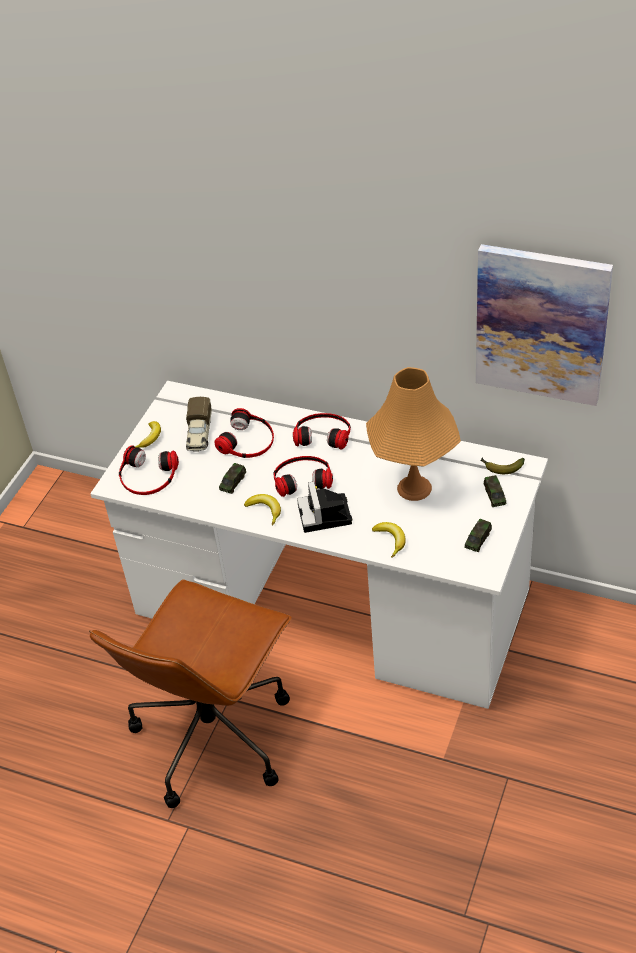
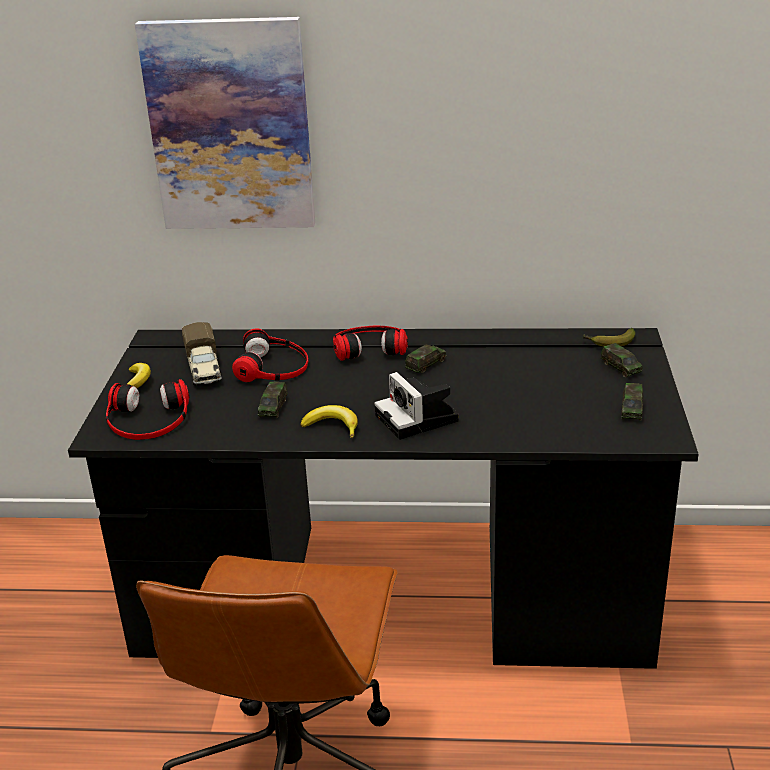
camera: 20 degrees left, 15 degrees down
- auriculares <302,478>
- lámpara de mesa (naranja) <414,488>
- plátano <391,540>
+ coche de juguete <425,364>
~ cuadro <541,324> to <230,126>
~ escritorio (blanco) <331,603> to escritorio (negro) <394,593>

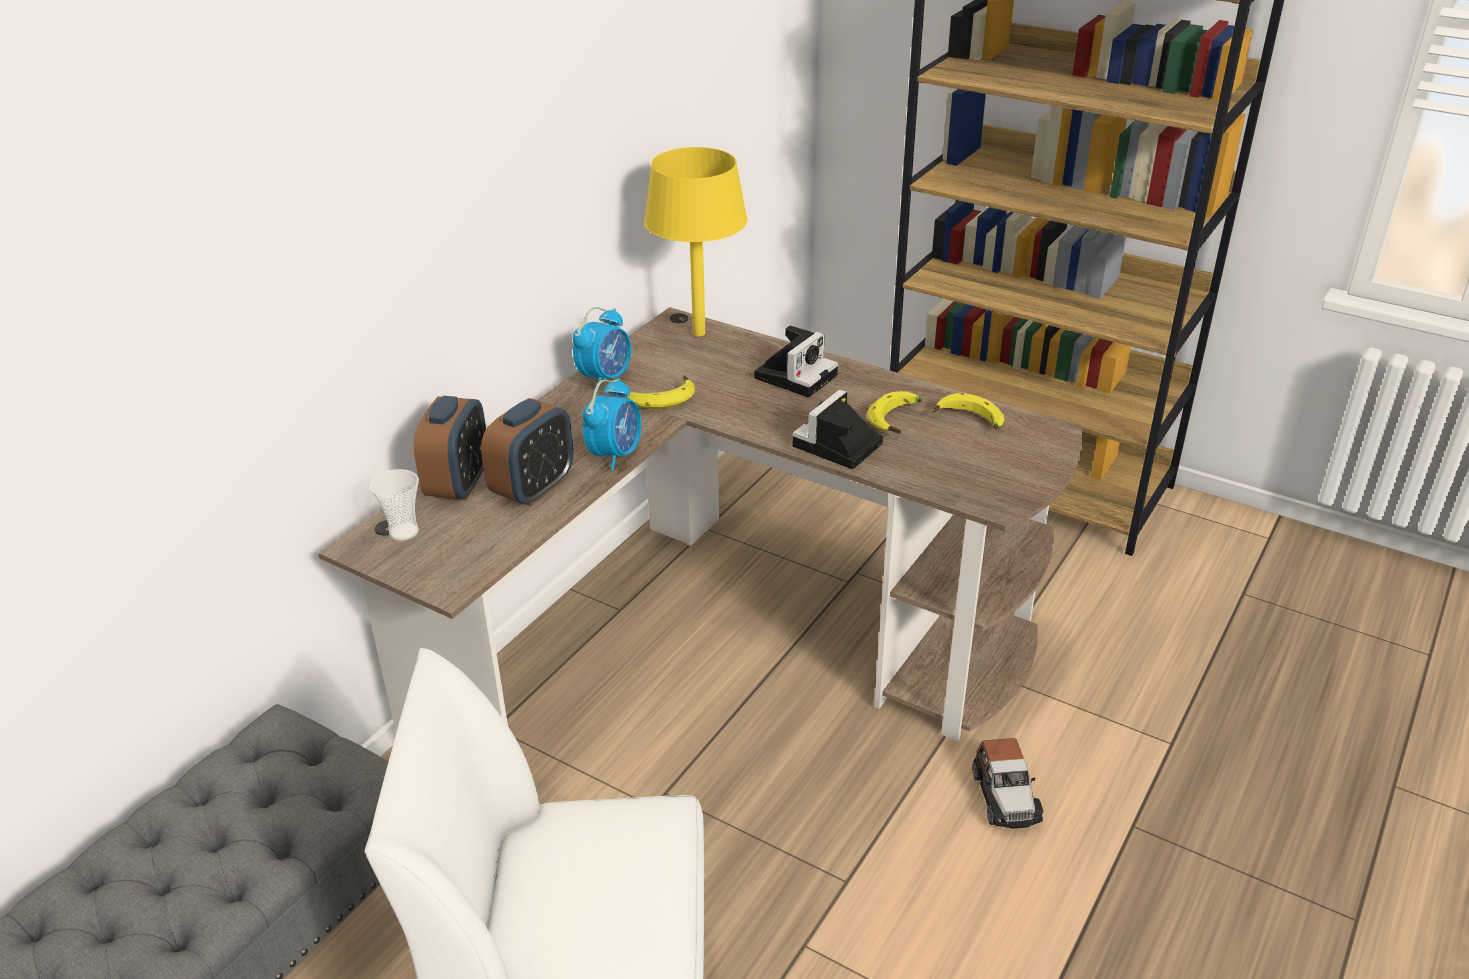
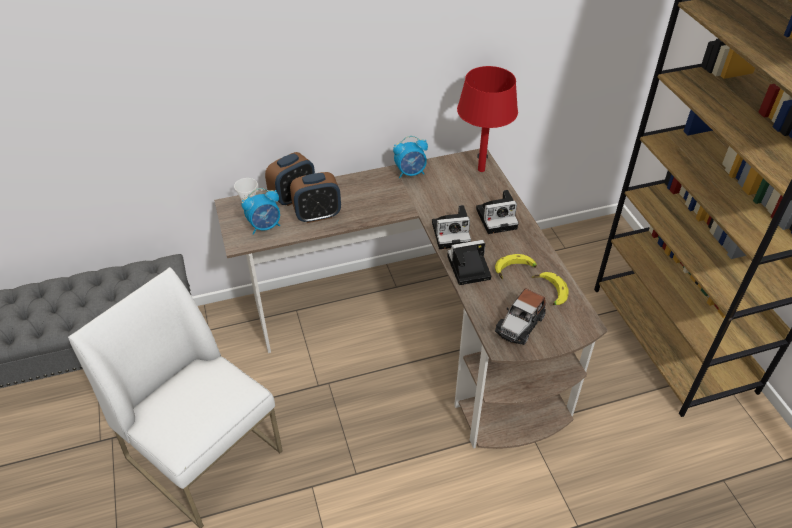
camera: 40 degrees right, 10 degrees up
- plátano <661,398>
+ cámara <452,233>
~ despertador <615,454> to <265,226>
~ coche de juguete <1005,796> to <520,324>
~ lámpara de mesa (amarillo) <699,333> to lámpara de mesa (rojo) <481,169>

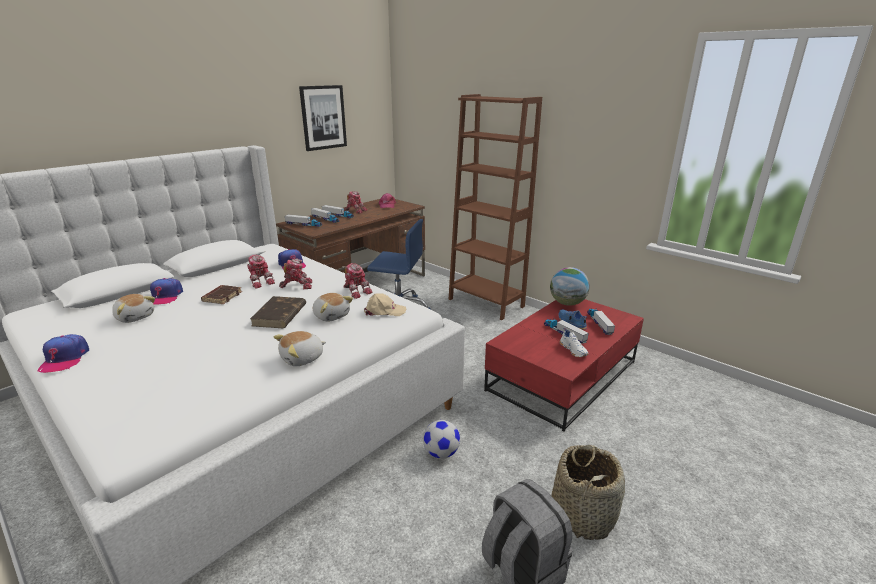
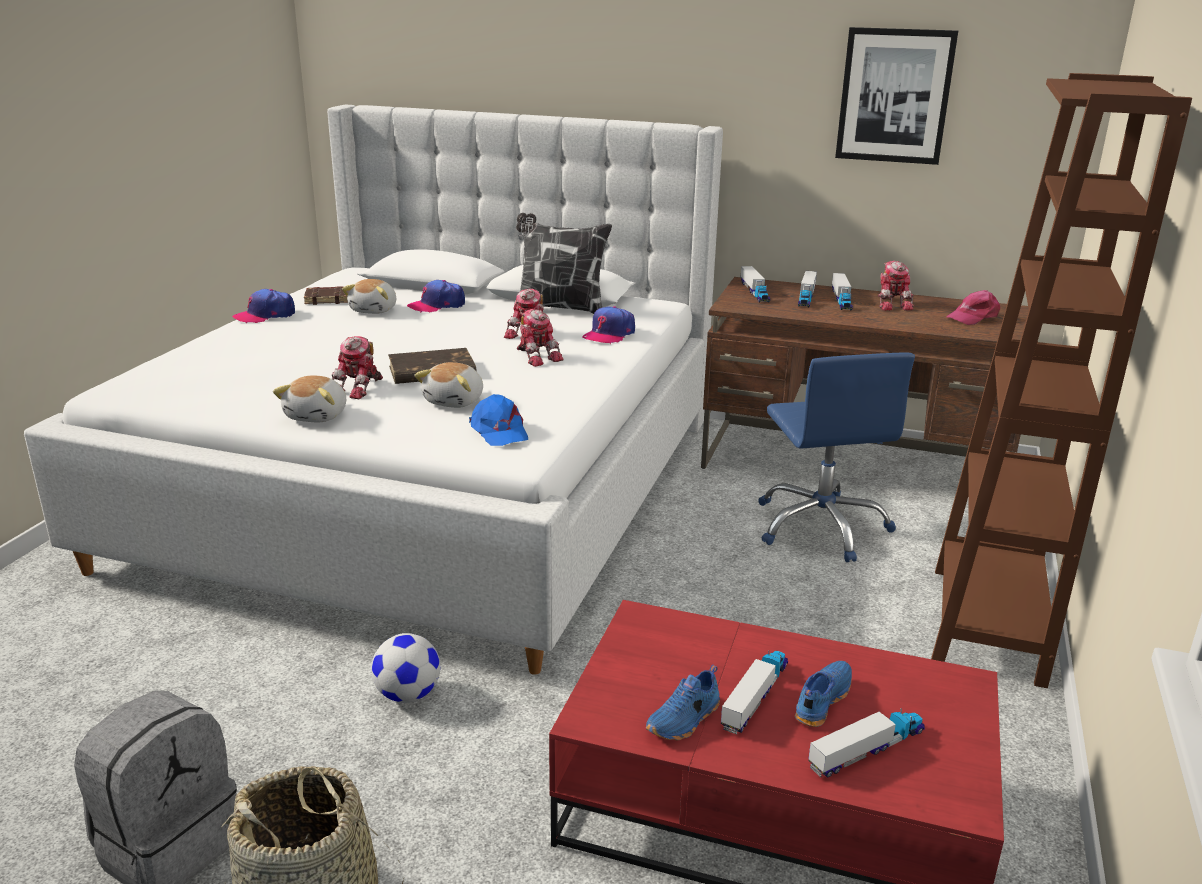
camera: 65 degrees right, 0 degrees up
- globo terráqueo <567,303>
+ cojín <560,309>
~ libro (marrón) <222,297> to <328,299>
~ robot de juguete <356,291> to <359,388>
~ gorra (beis) <384,311> to gorra (azul) <499,431>
~ zapato (blanco) <574,350> to zapato (azul) <685,721>
~ peluche <303,358> = <318,415> 105 degrees counterclockwise

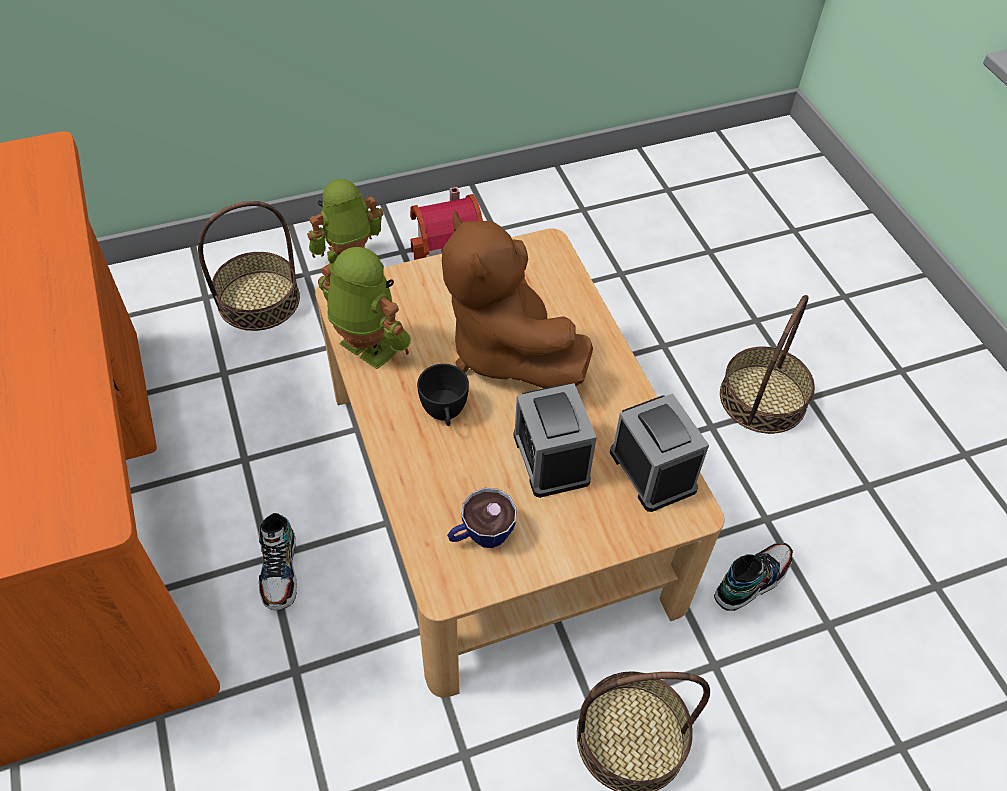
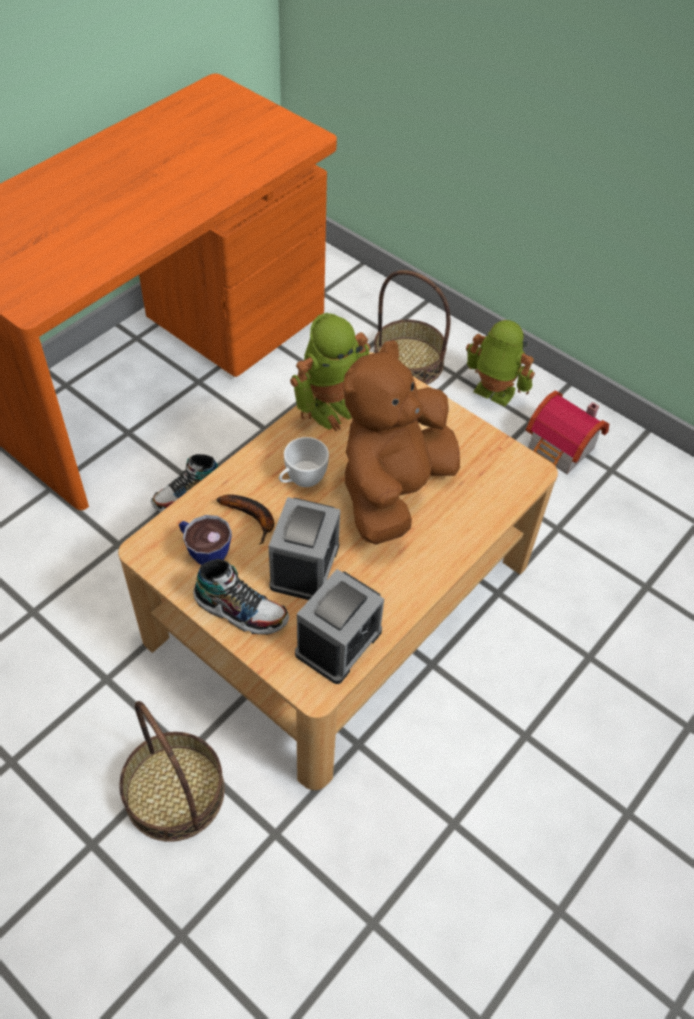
camera: 60 degrees right, 0 degrees up
- cesta <763,399>
+ plátano <252,518>
~ zapato <751,580> to <241,610>
~ taza (negro) <444,414> to taza (blanco) <301,480>
~ robot de juguete <366,348> = <331,406> 45 degrees clockwise
~ despertador <551,458> = <304,566> 150 degrees clockwise

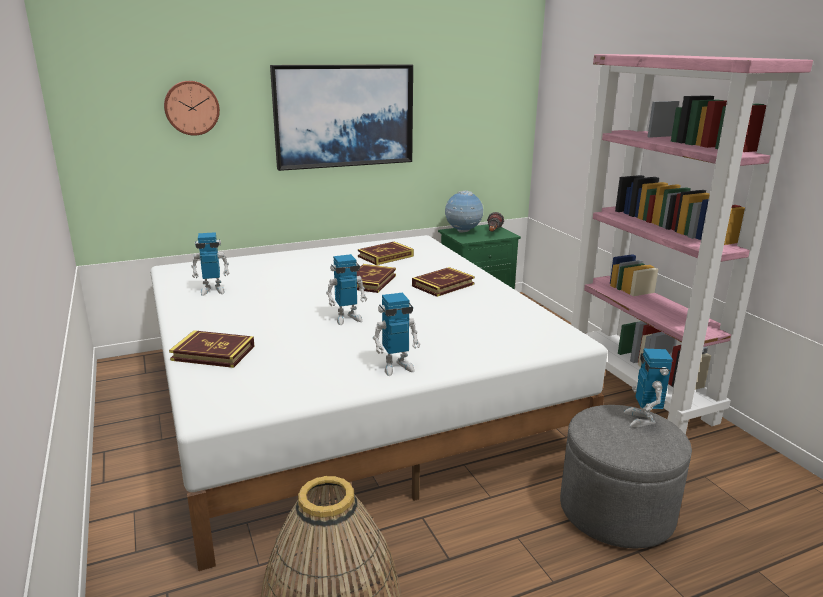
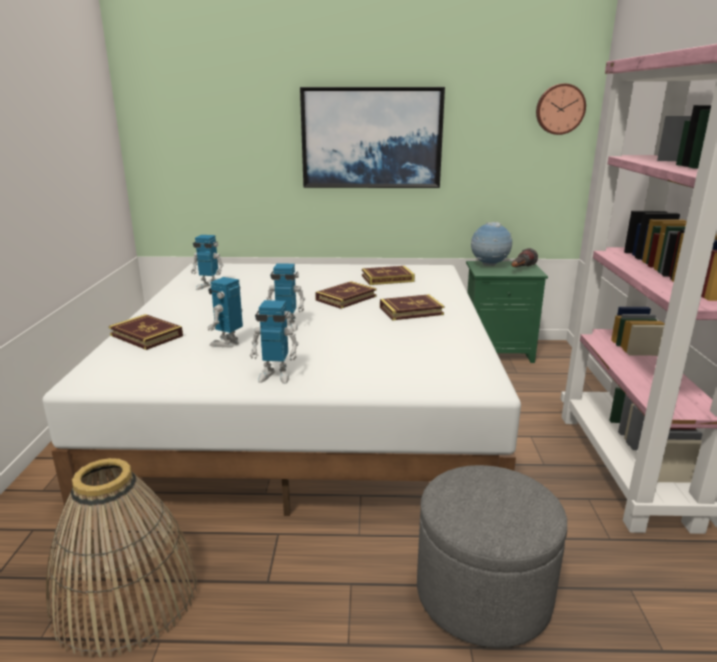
camera: 25 degrees right, 0 degrees up
~ reloj de pared <191,108> to <560,109>
~ robot de juguete <642,419> to <228,343>

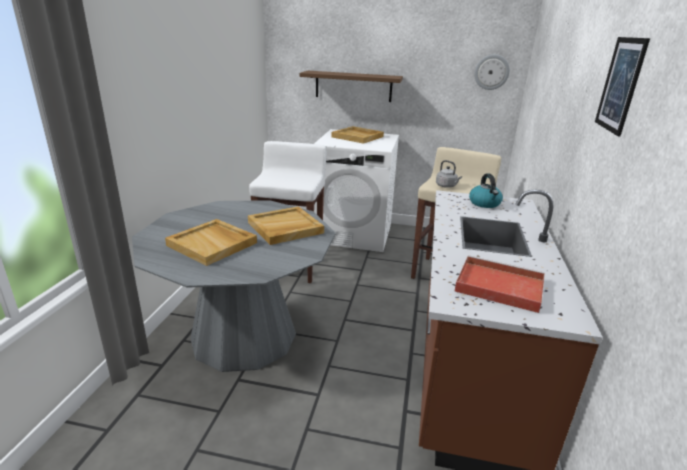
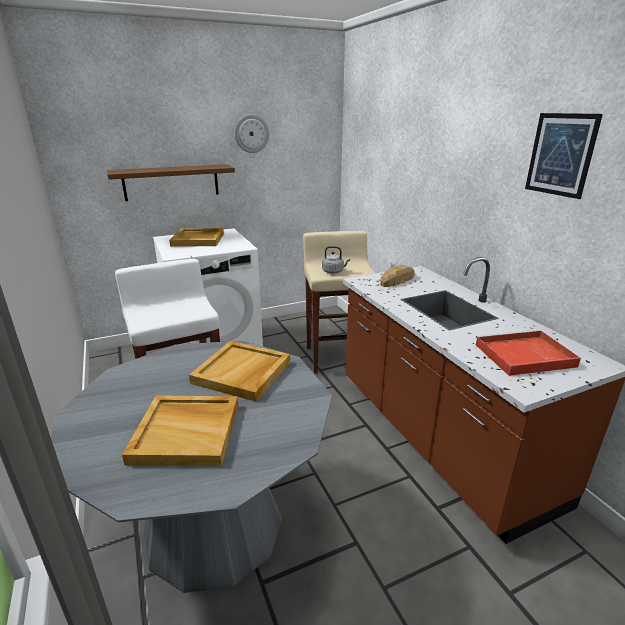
camera: 35 degrees left, 0 degrees up
~ reloj de pared <491,72> to <251,133>
~ hervidor <485,203> to pan <397,280>

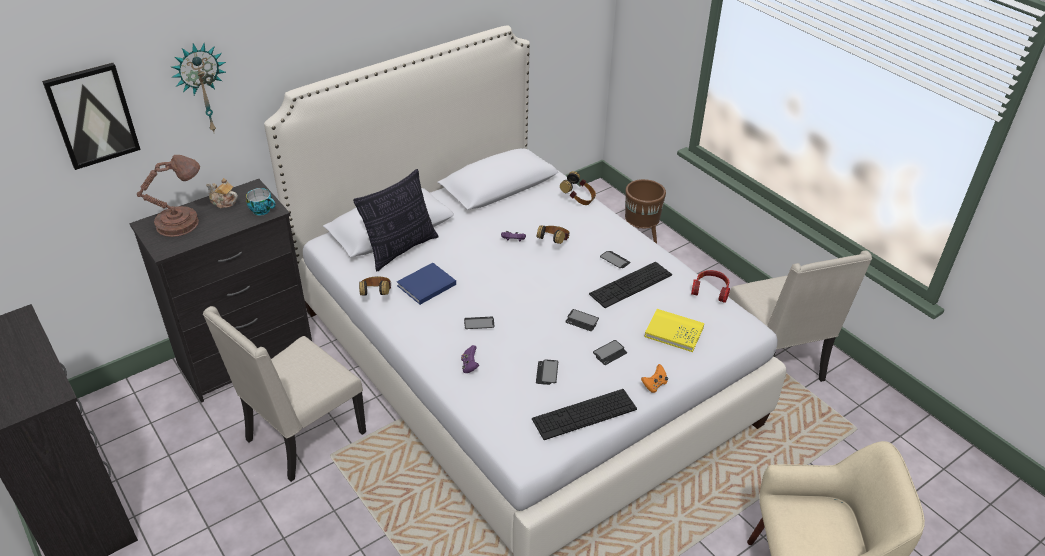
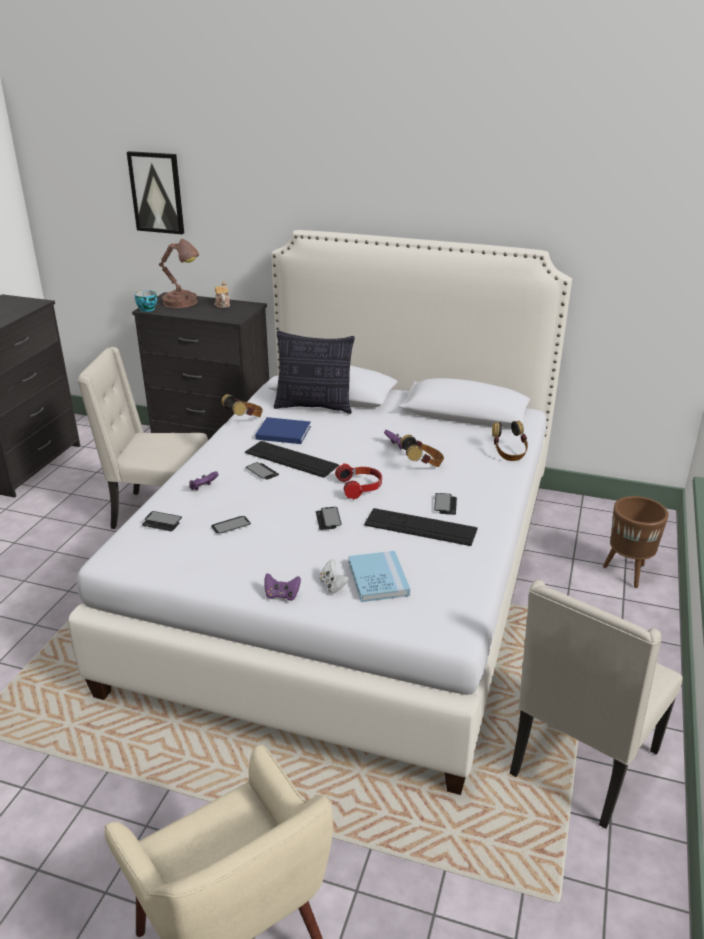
camera: 55 degrees right, 10 degrees down
- reloj de pared <202,88>
+ mando de consola (blanco) <333,585>
~ taza <263,210> to <148,309>
~ teclado <584,414> to <291,459>
~ móvil <609,353> to <162,522>
~ auriculares <710,290> to <360,487>
~ mando de consola (naranja) <654,385> to mando de consola (morado) <282,595>
~ libro (amarillo) <674,332> to libro (azul) <378,578>

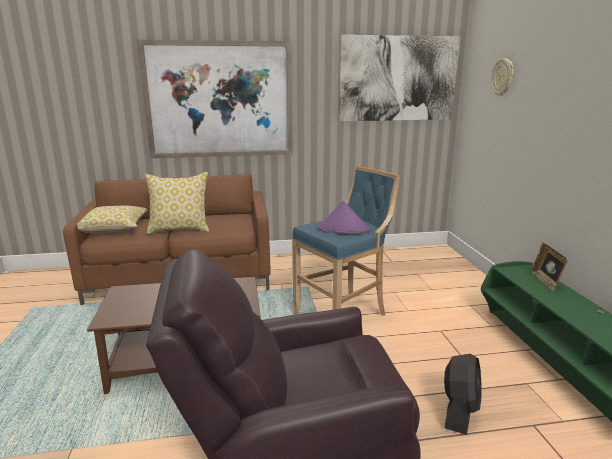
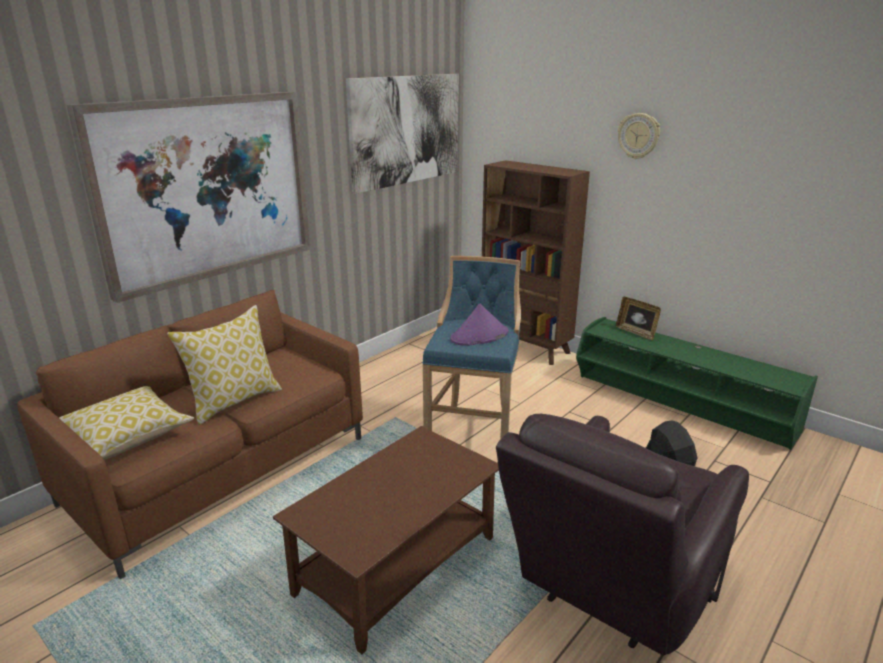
camera: 40 degrees left, 5 degrees up
+ estantería (marrón) <525,347>
~ reloj de pared <503,77> to <638,136>

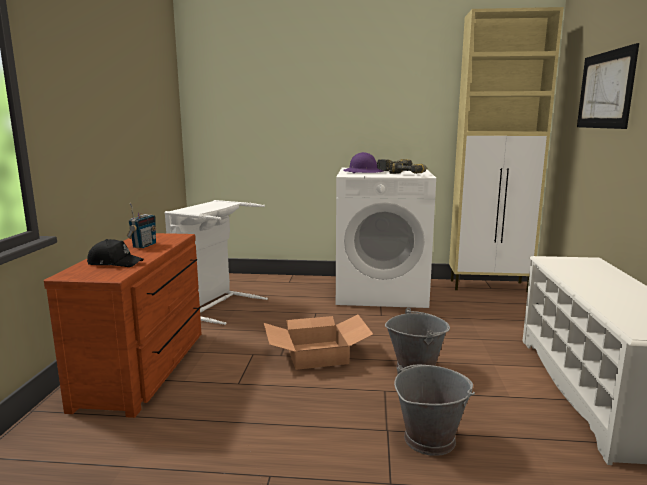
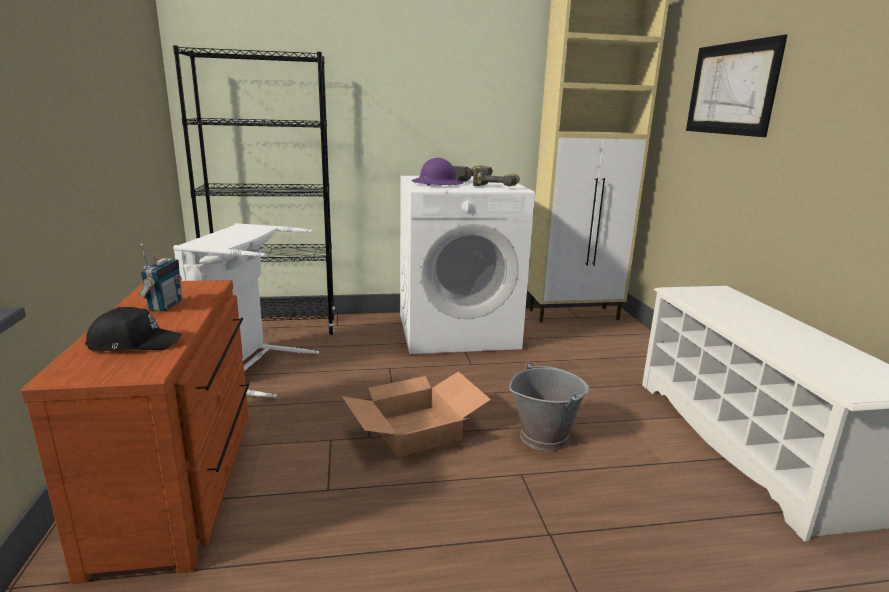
camera: 15 degrees left, 5 degrees up
- cubo (gris) <429,438>
+ estantería (negro) <275,328>

